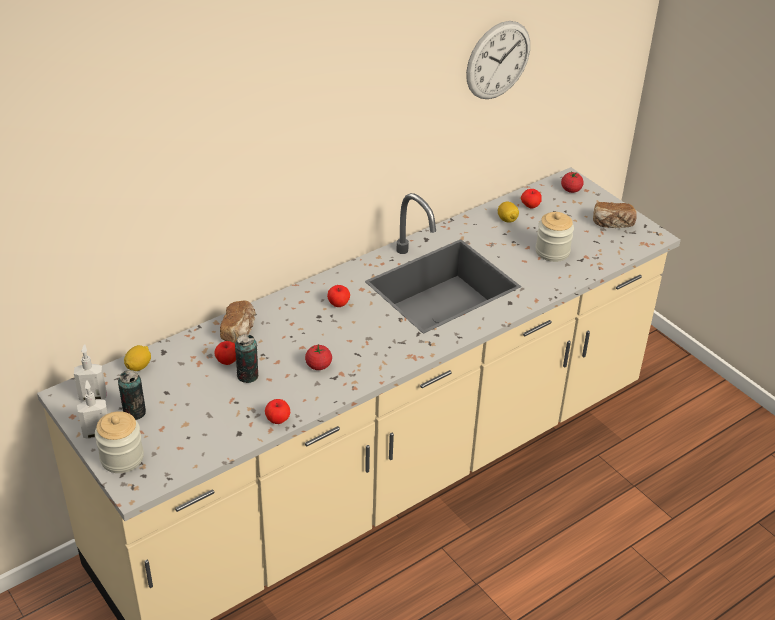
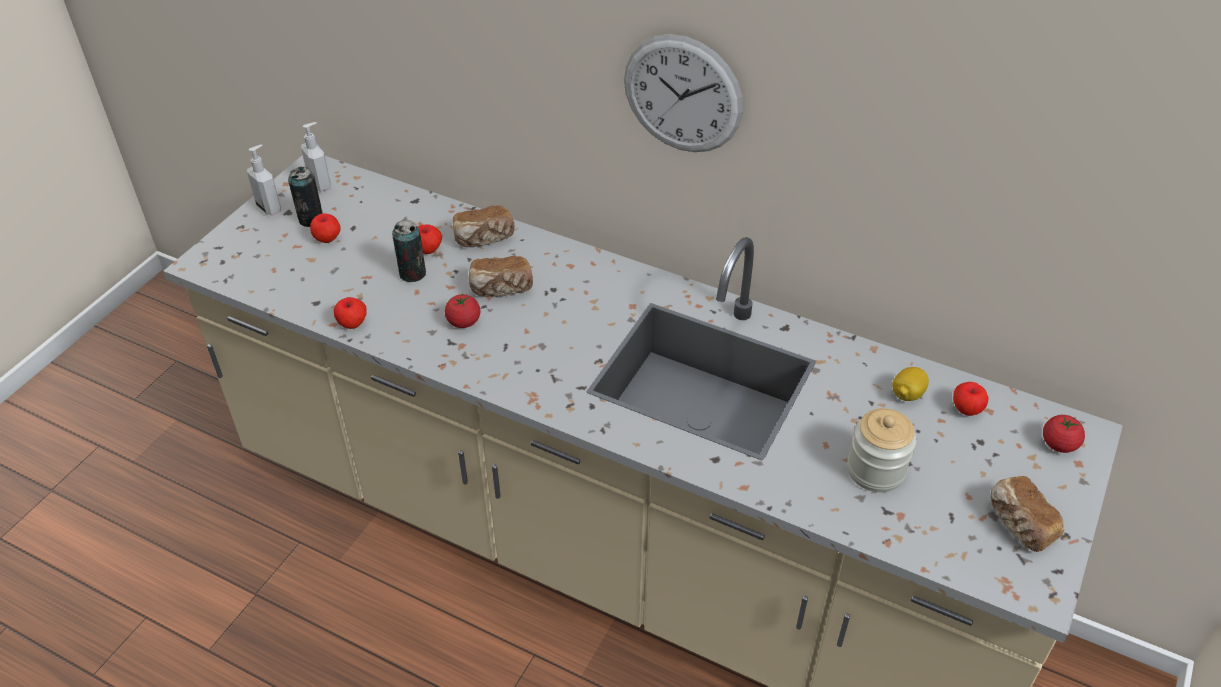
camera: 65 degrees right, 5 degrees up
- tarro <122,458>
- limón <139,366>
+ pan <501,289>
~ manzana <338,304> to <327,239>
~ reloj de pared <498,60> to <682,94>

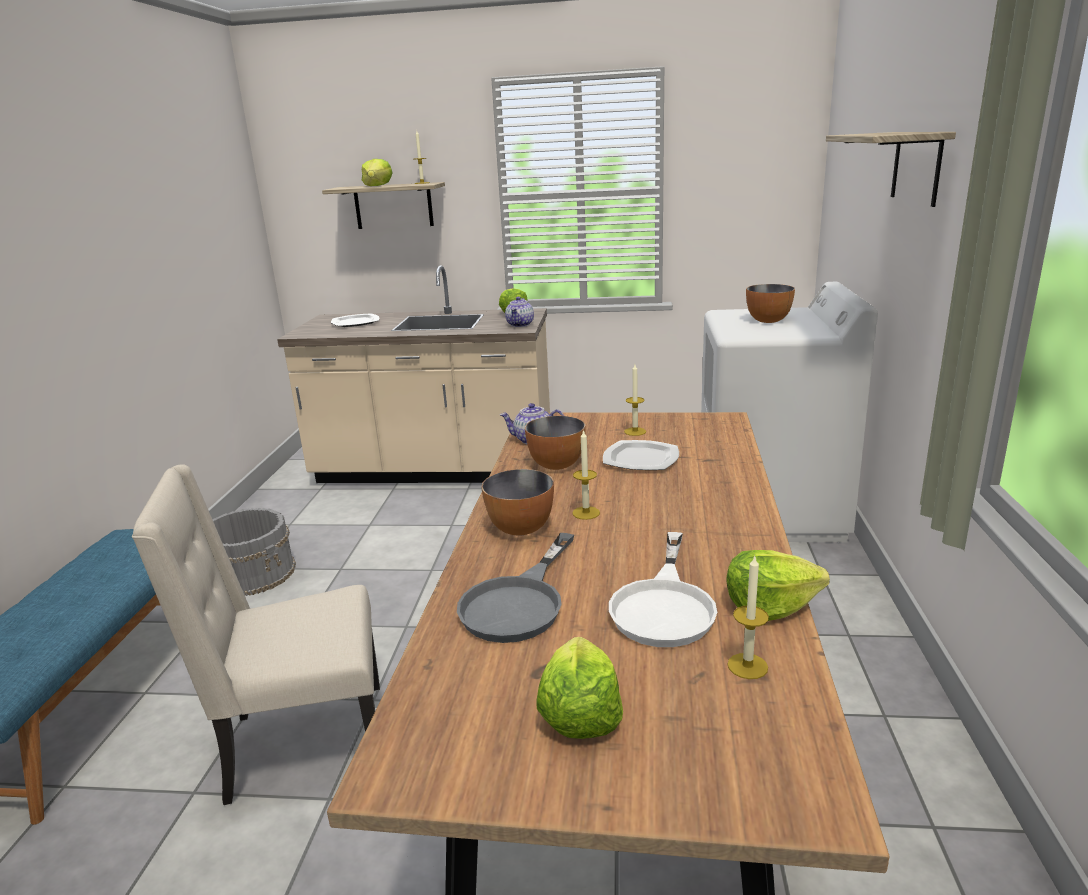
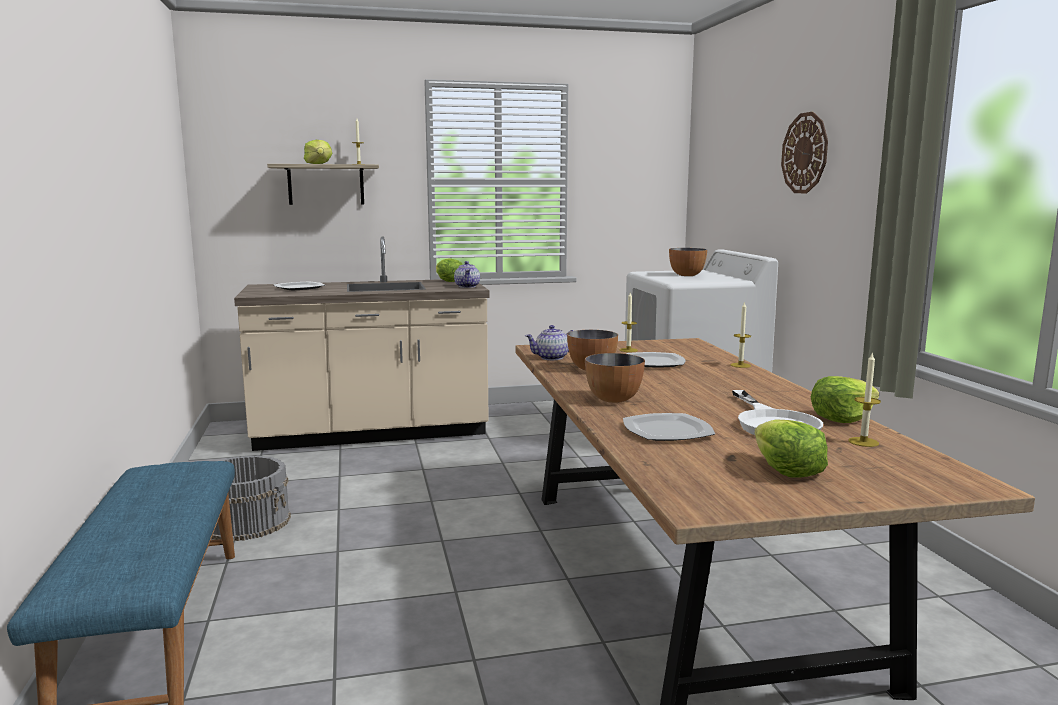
camera: 20 degrees left, 10 degrees down
- silla (beis) <304,744>
~ vela <586,513> to <740,365>
~ sartén (gris) <519,602> to plato <668,431>
~ estante <916,167> to reloj de pared <805,153>

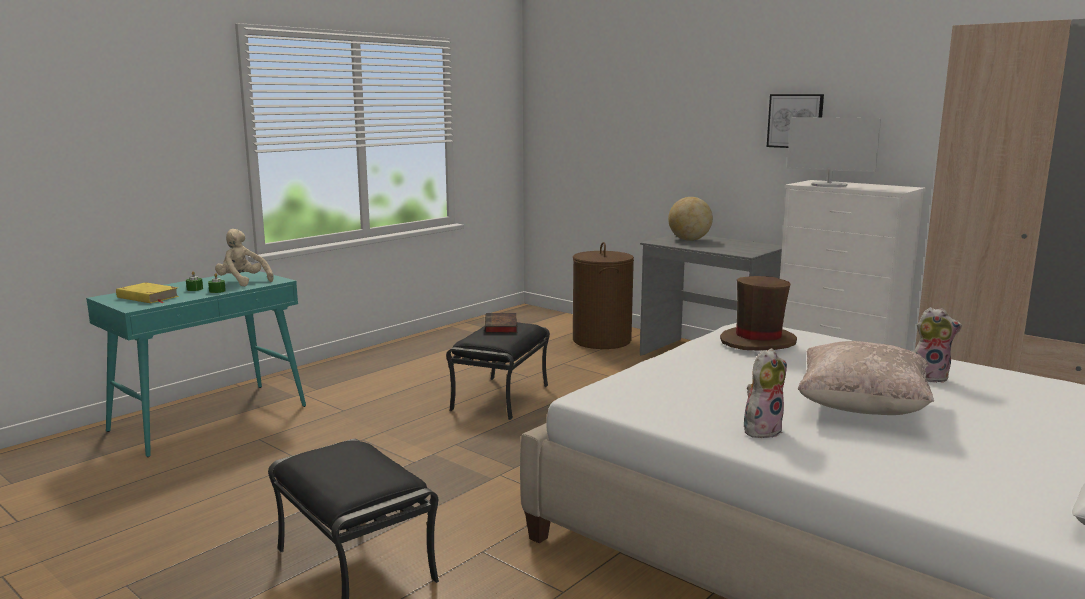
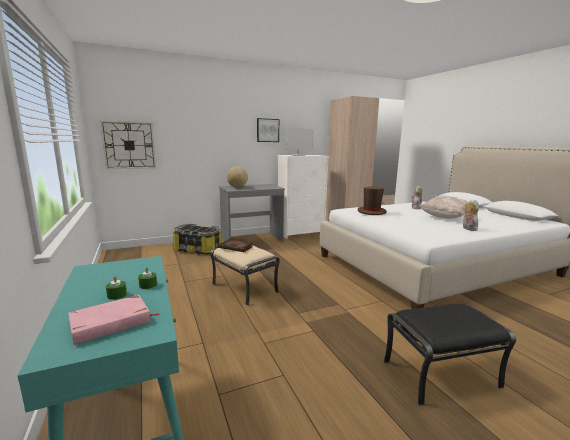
camera: 65 degrees left, 0 degrees up
- peluche (beis) <242,282>
+ reloj de pared <129,145>
~ cesto de la ropa (marrón) <601,340> to caja de almacenaje <198,250>
~ libro (amarillo) <148,297> to libro (rosa) <111,323>
~ puf (negro) <501,398> to puf (beis) <245,288>

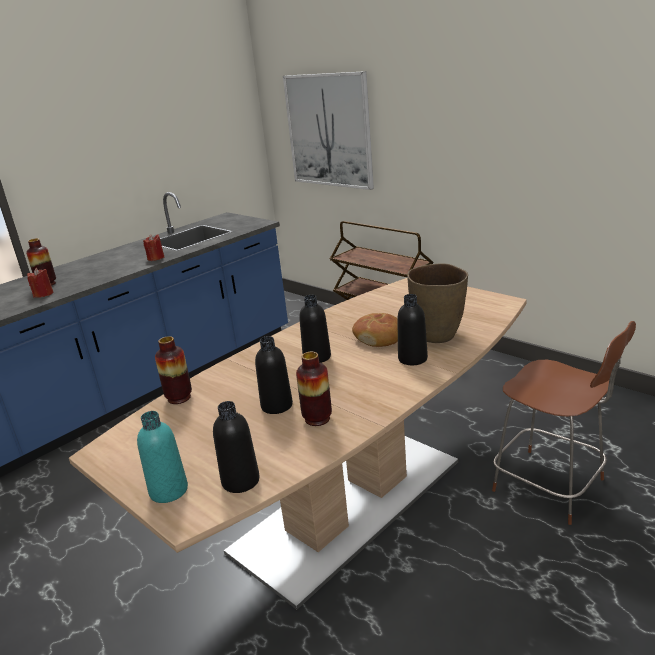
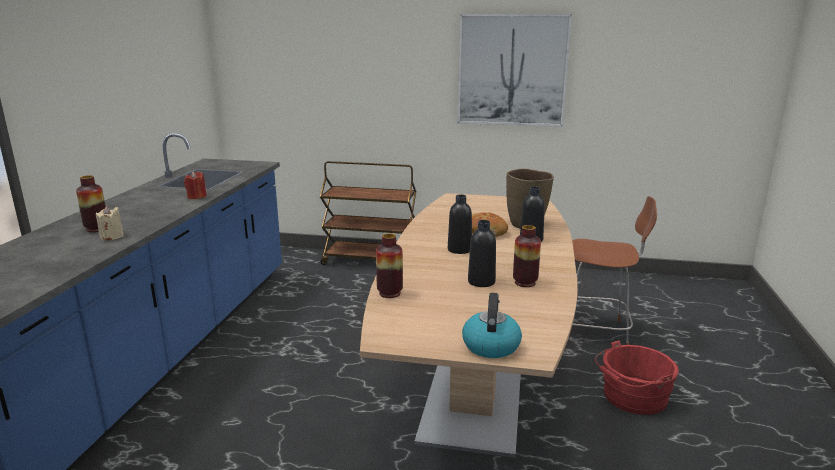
camera: 35 degrees left, 5 degrees down
- botella (negro) <240,481>
+ cubo (rojo) <632,397>
~ cuadro <329,130> to <512,70>
~ botella (turquesa) <168,490> to hervidor <490,345>
~ vela (rojo) <43,294> to vela (beis) <112,237>

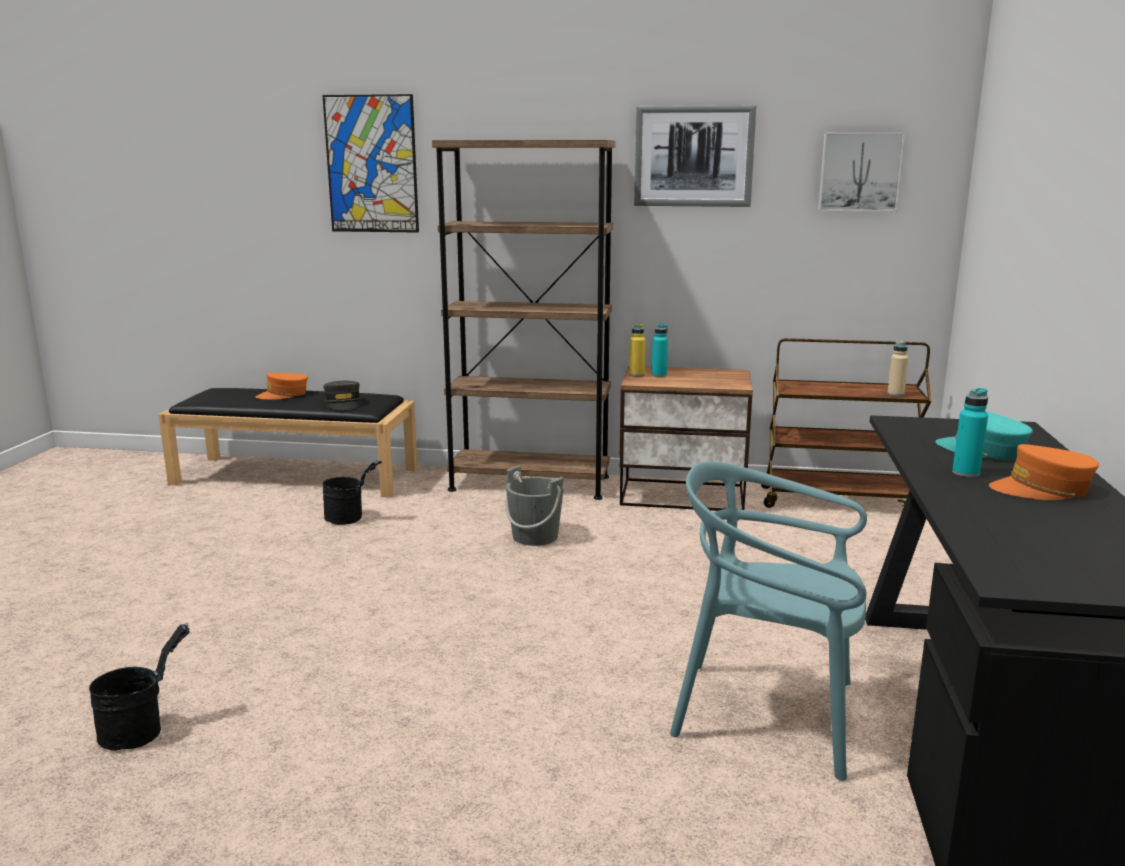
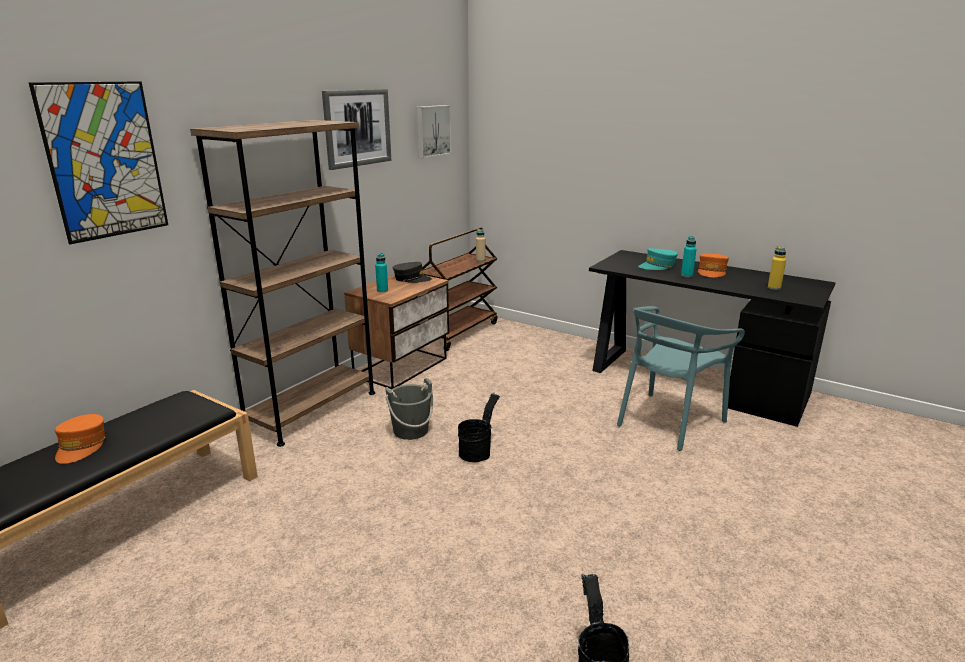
camera: 65 degrees left, 5 degrees up
~ gorra (gris) <343,403> to <411,279>
~ cubo (negro) <350,518> to <478,451>
~ botella (amarillo) <636,375> to <774,288>

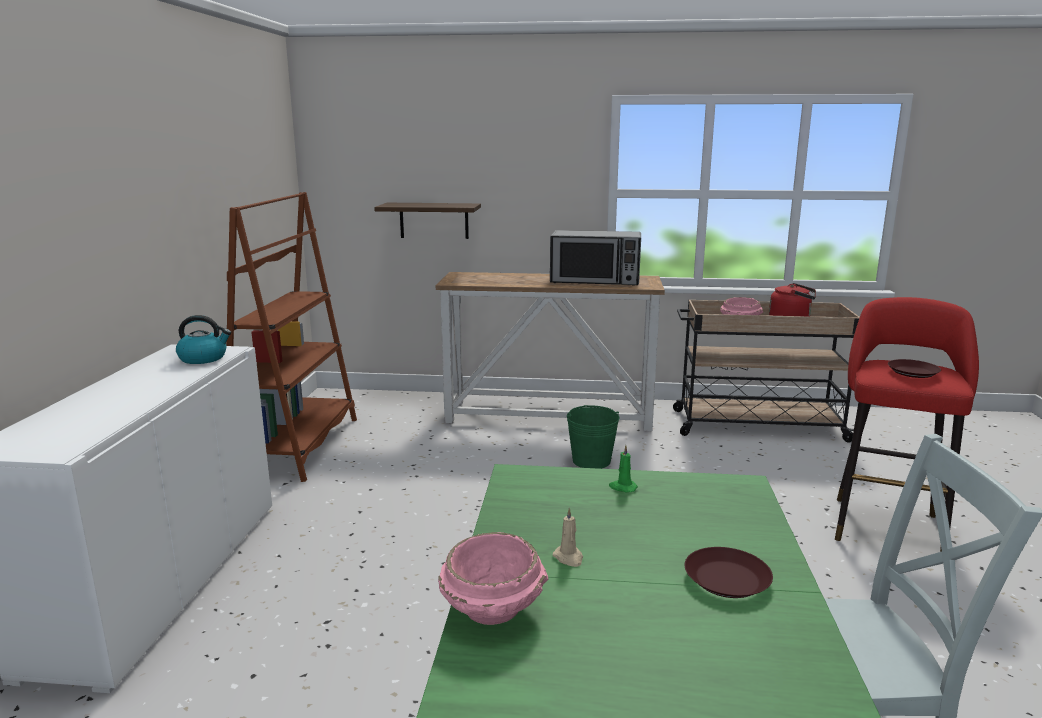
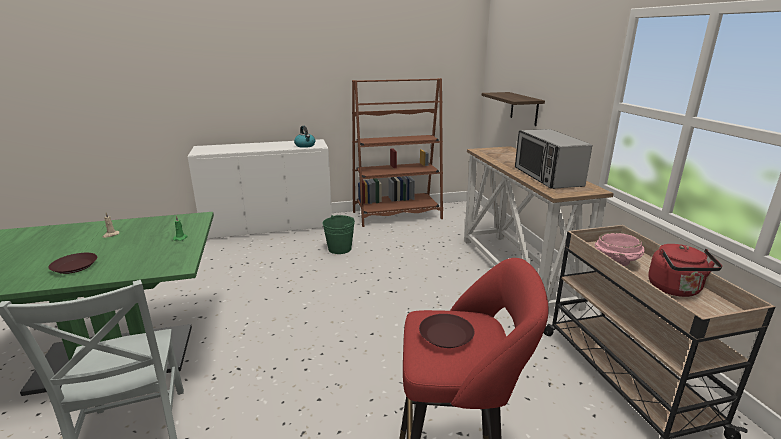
camera: 70 degrees right, 5 degrees up
- cuenco (rosa) <494,609>
~ cubo (verde) <591,461> to <340,249>

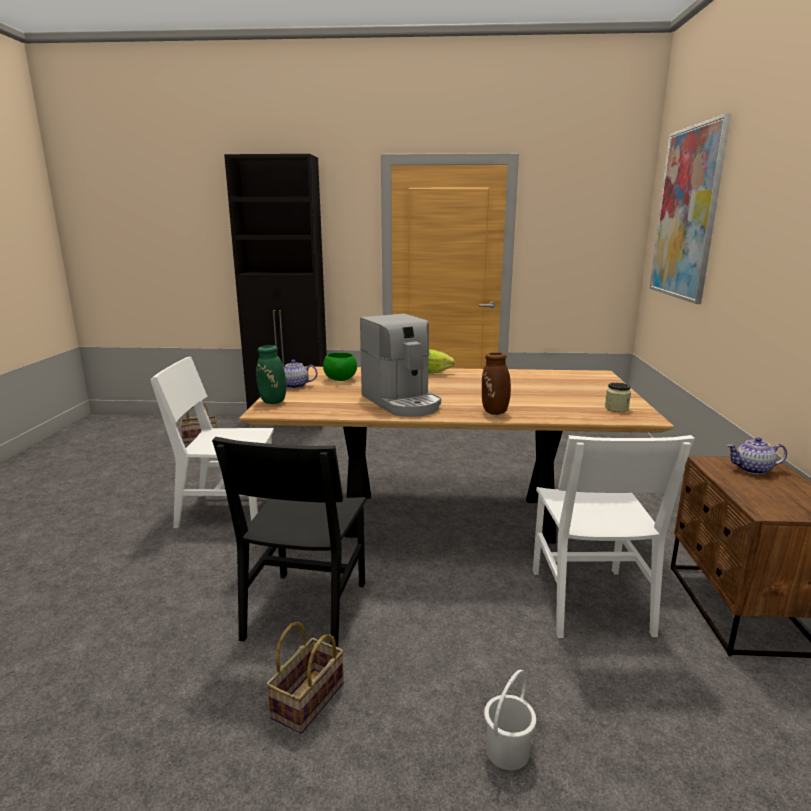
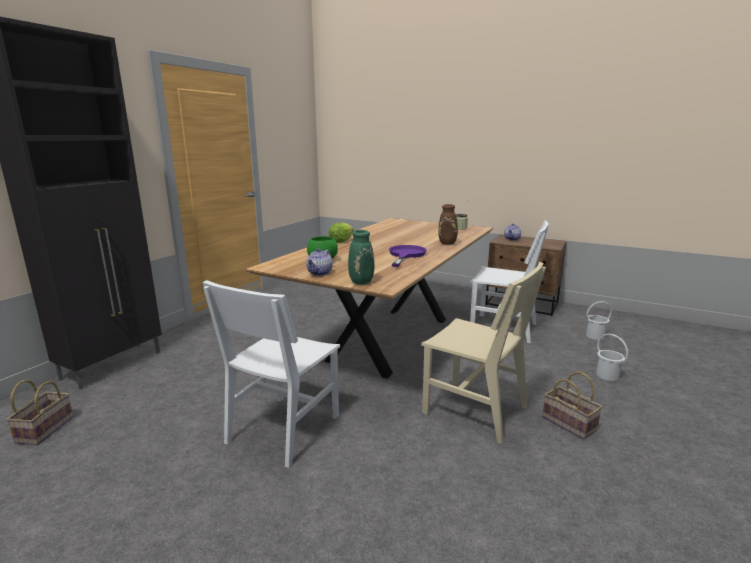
camera: 65 degrees left, 0 degrees up
- cuadro <686,213>
+ cubo (blanco) <594,336>
~ cafetera <402,402> to sartén (morado) <405,255>
~ silla (negro) <306,609> to silla (beis) <475,410>

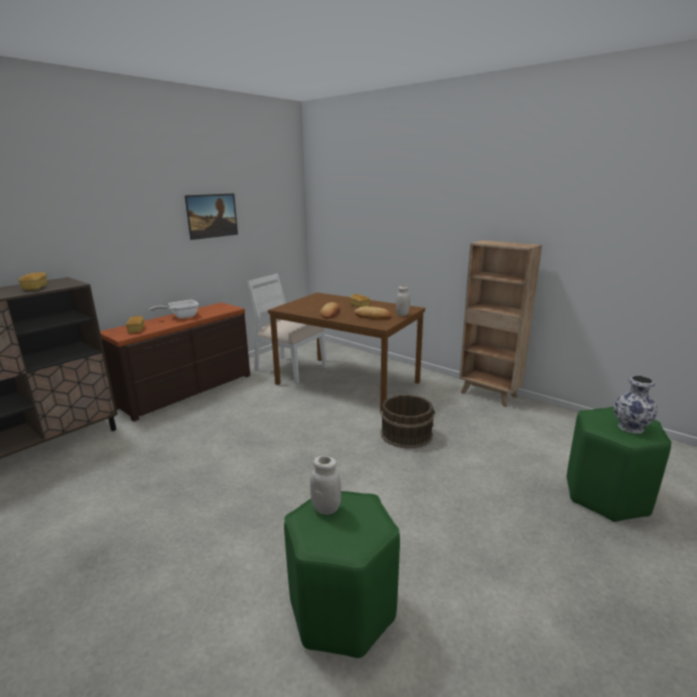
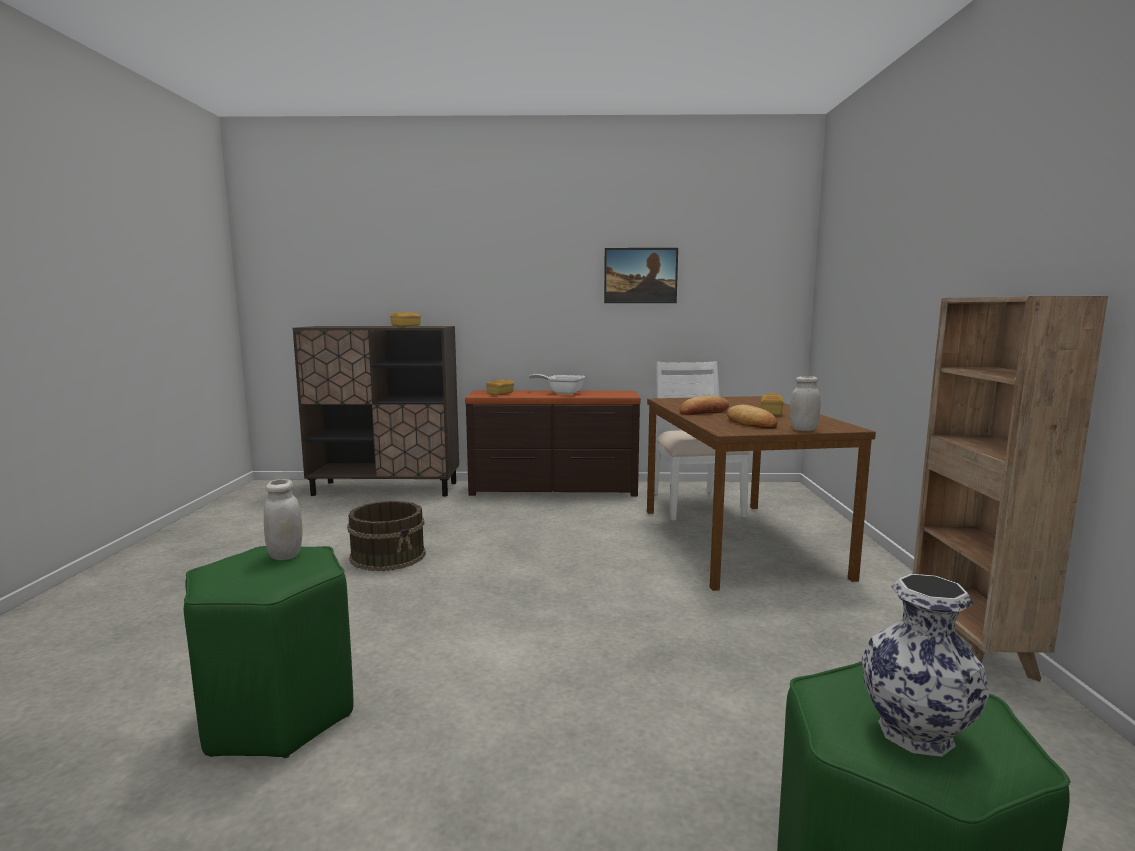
camera: 50 degrees right, 10 degrees down
~ cubo (marrón) <406,434> to <389,556>

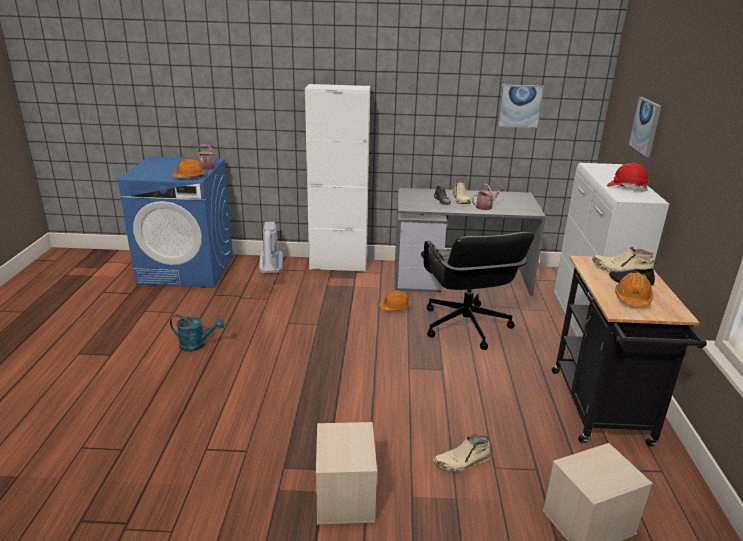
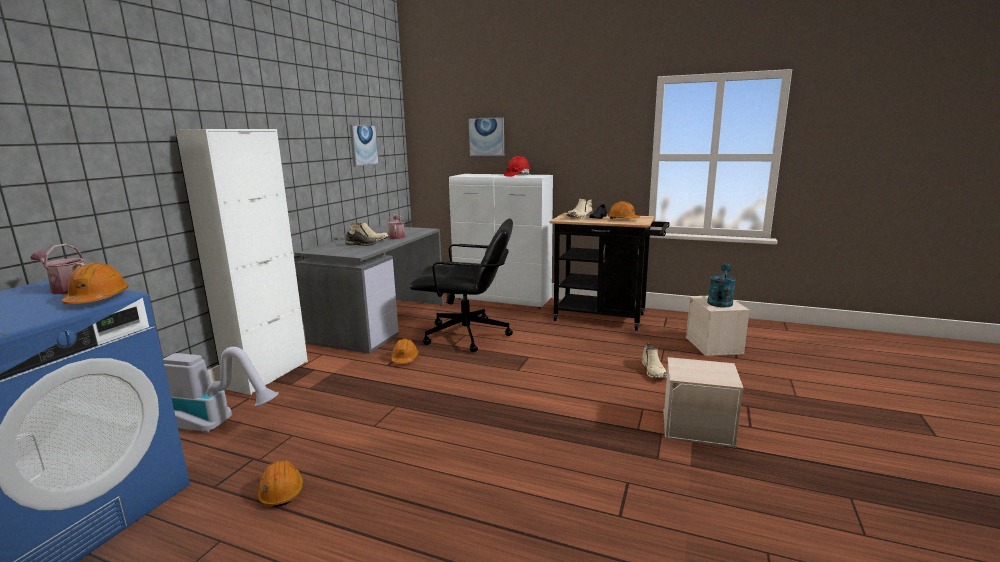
camera: 70 degrees left, 10 degrees down
+ casco (naranja) <281,492>
~ regadera (turquesa) <197,345> to <720,301>

